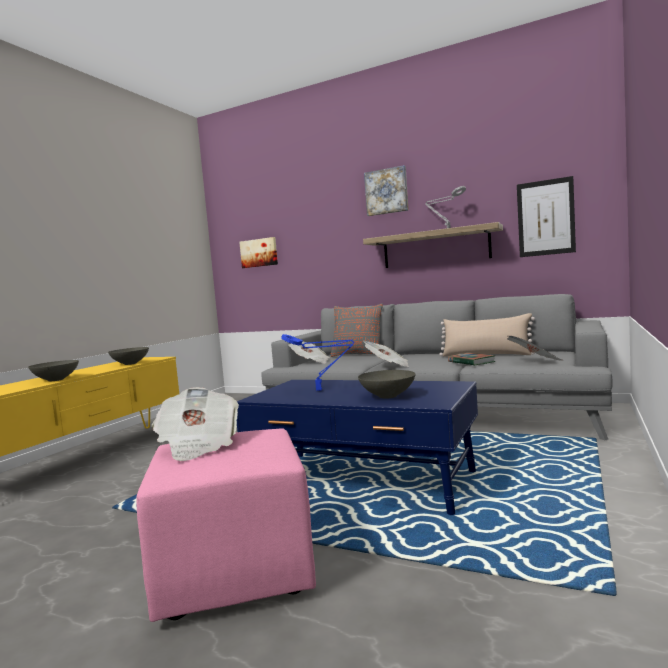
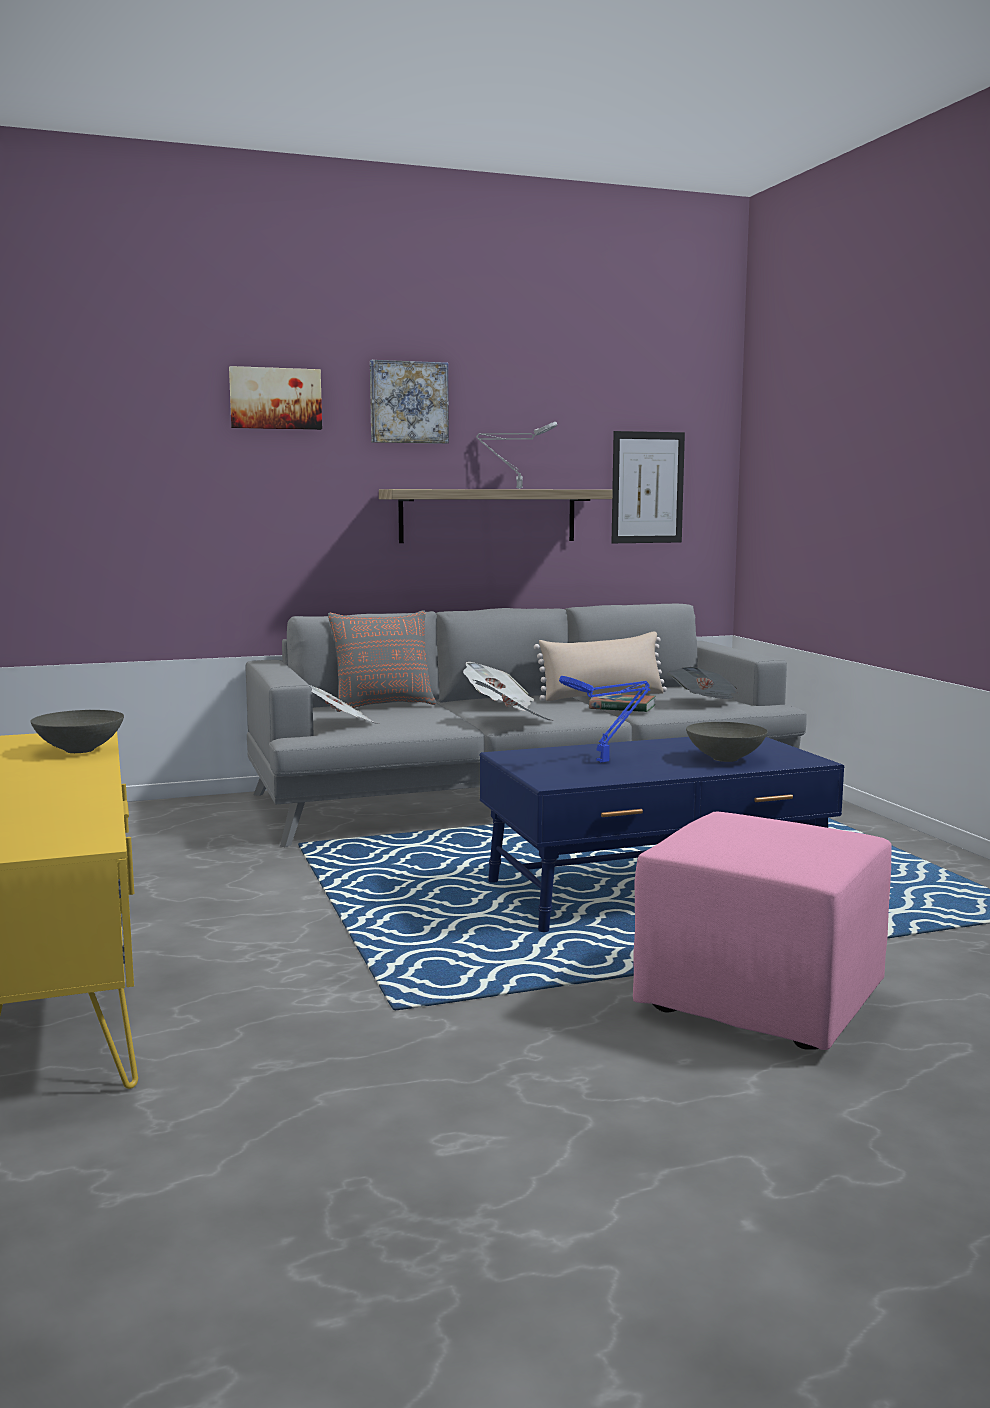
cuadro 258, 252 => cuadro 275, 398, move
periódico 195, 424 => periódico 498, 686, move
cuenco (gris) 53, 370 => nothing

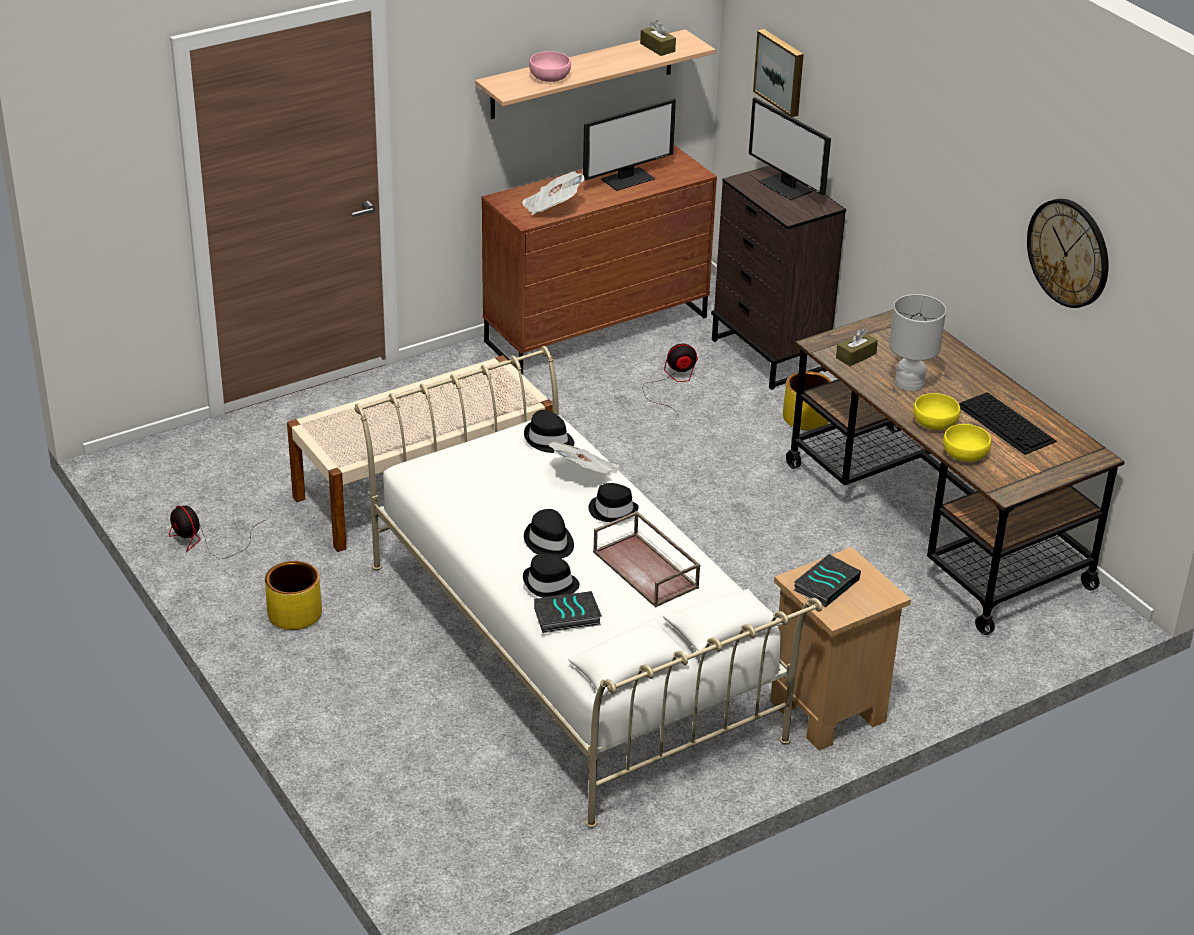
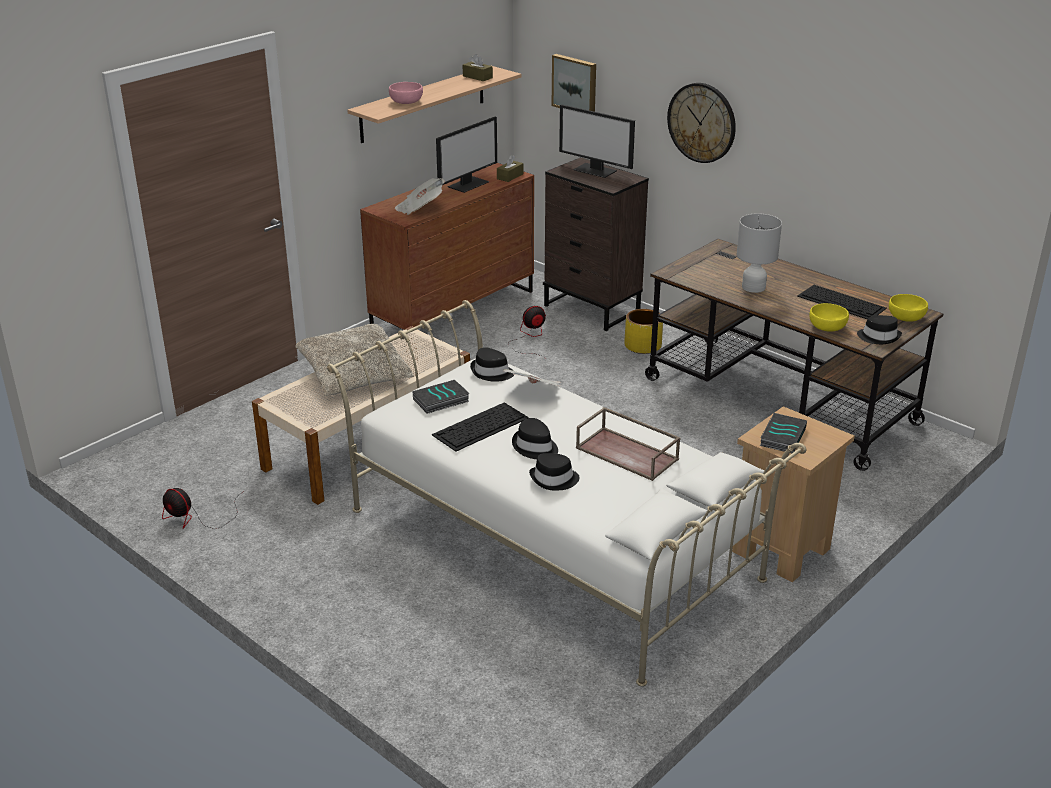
nothing => cojín (beis) 354, 360
libro 568, 612 => libro 441, 397, move
nothing => teclado 480, 427
caja de pañuelos (marrón) 857, 347 => caja de pañuelos (marrón) 510, 168, move
reloj de pared 1067, 253 => reloj de pared 701, 123, move
sombrero (negro) 613, 502 => sombrero (negro) 879, 329, move
cuenco (amarillo) 936, 411 => cuenco (amarillo) 908, 308, move
maceta (amarillo) 293, 595 => nothing

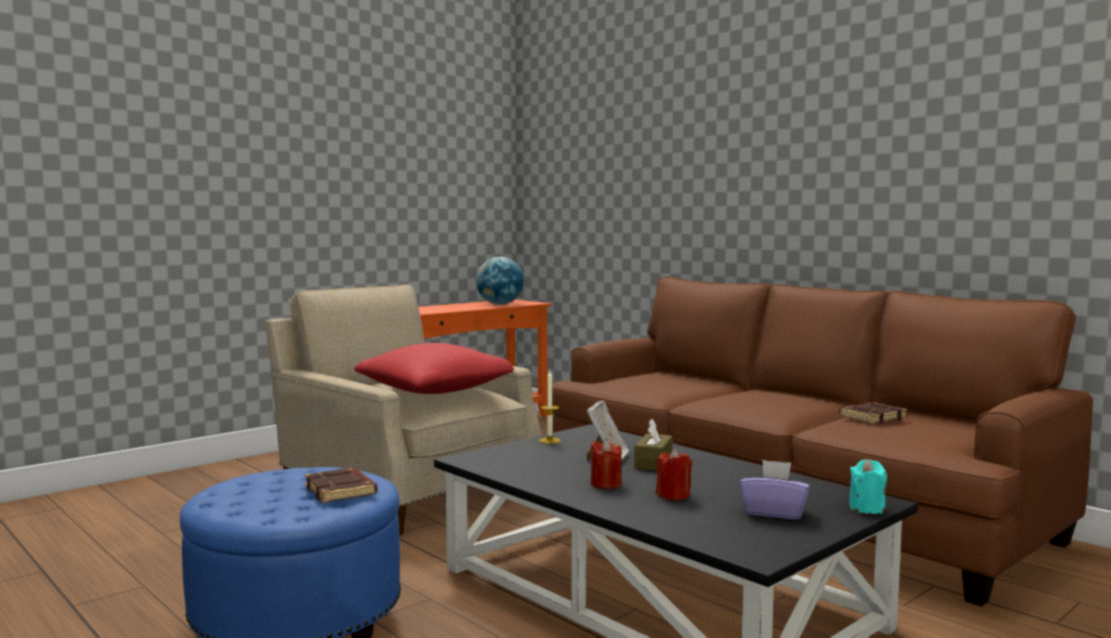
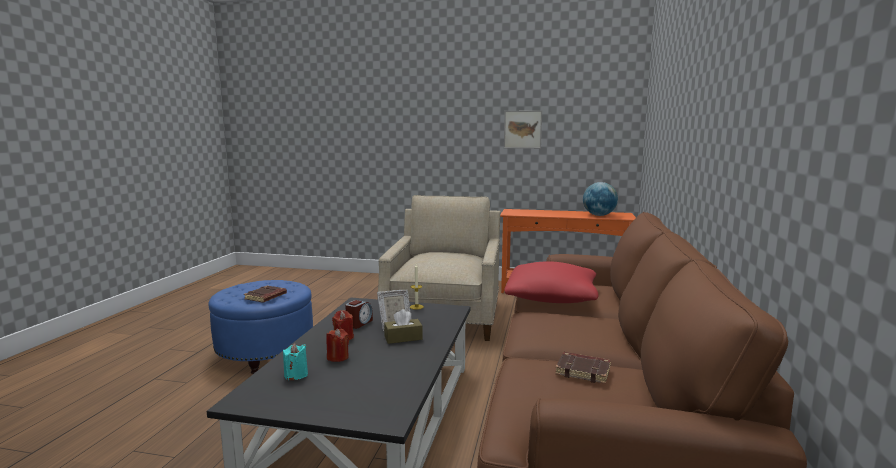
vela (turquesa) 868, 486 => vela (turquesa) 295, 361, move
nothing => despertador 359, 314
nothing => cuadro 523, 129
cojín (rojo) 434, 368 => cojín (rojo) 551, 282, move
caja de pañuelos (morado) 774, 490 => nothing

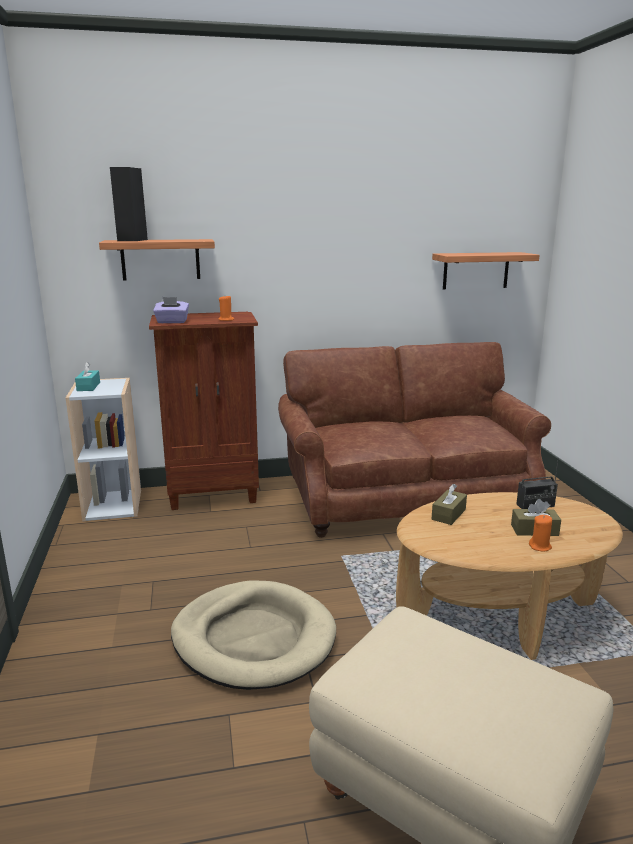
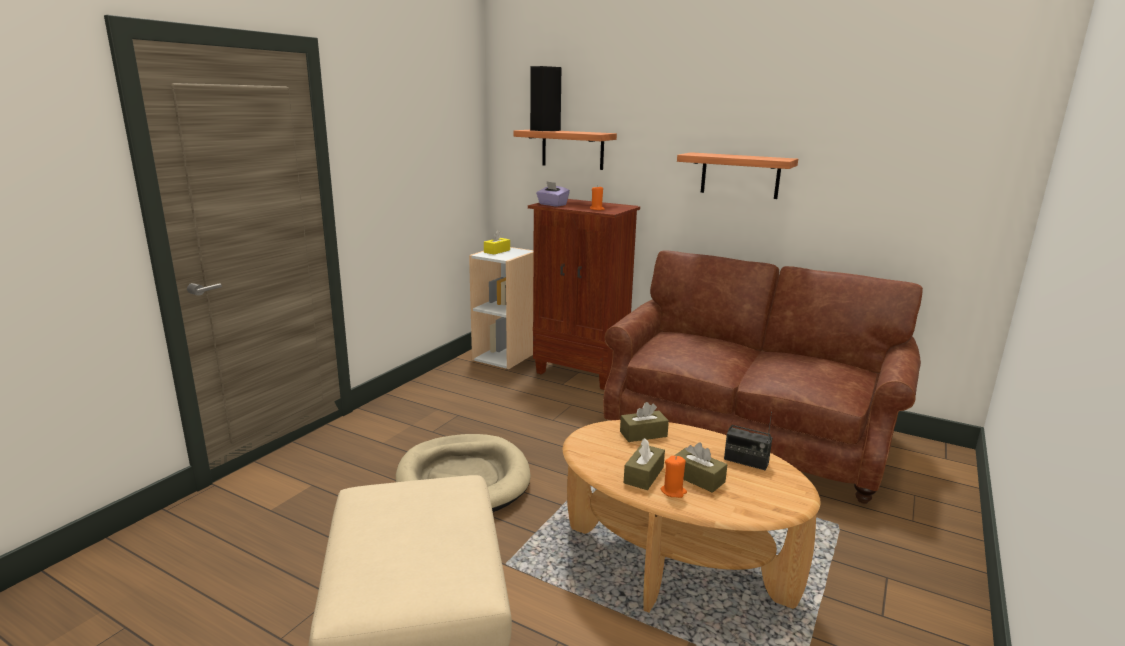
caja de pañuelos (turquesa) 87, 376 => caja de pañuelos (amarillo) 497, 242
nothing => caja de pañuelos (marrón) 644, 464
estante 486, 270 => estante 737, 175, move

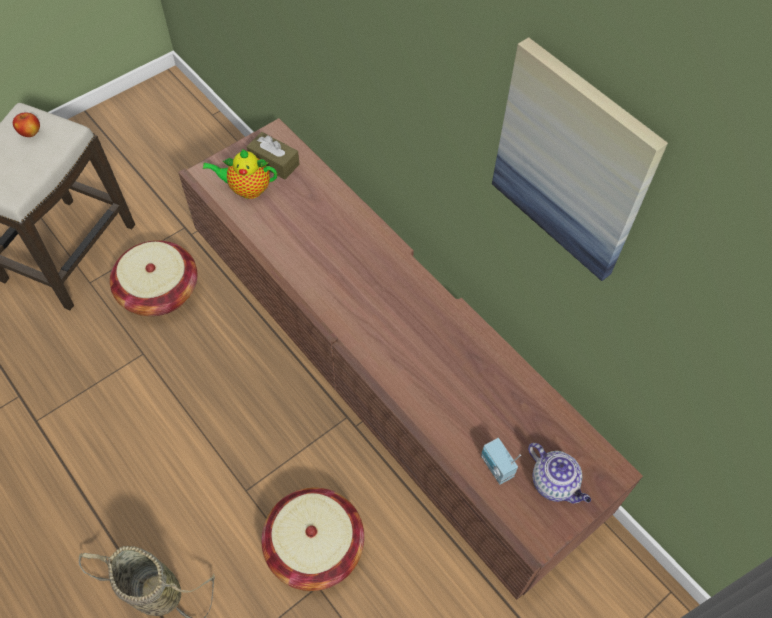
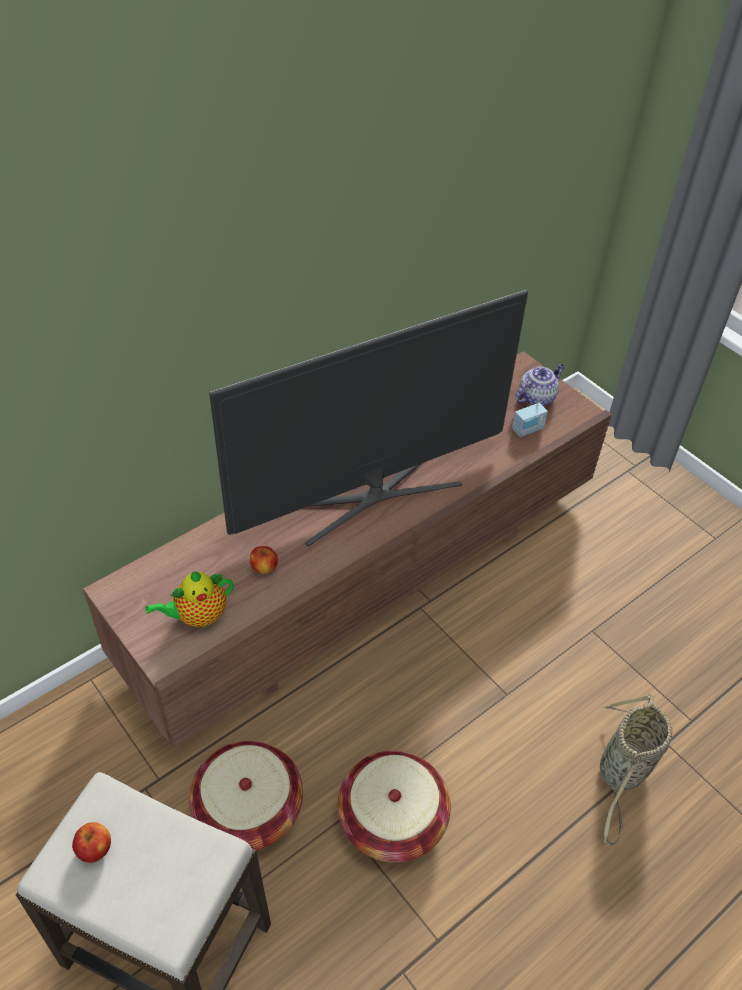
tetera 240, 174 => tetera 189, 599, 60 degrees clockwise
nothing => televisor 368, 418
nothing => manzana 264, 560
cesta 312, 539 => cesta 394, 807, move
caja de pañuelos (marrón) 273, 156 => nothing
cuadro 580, 159 => nothing

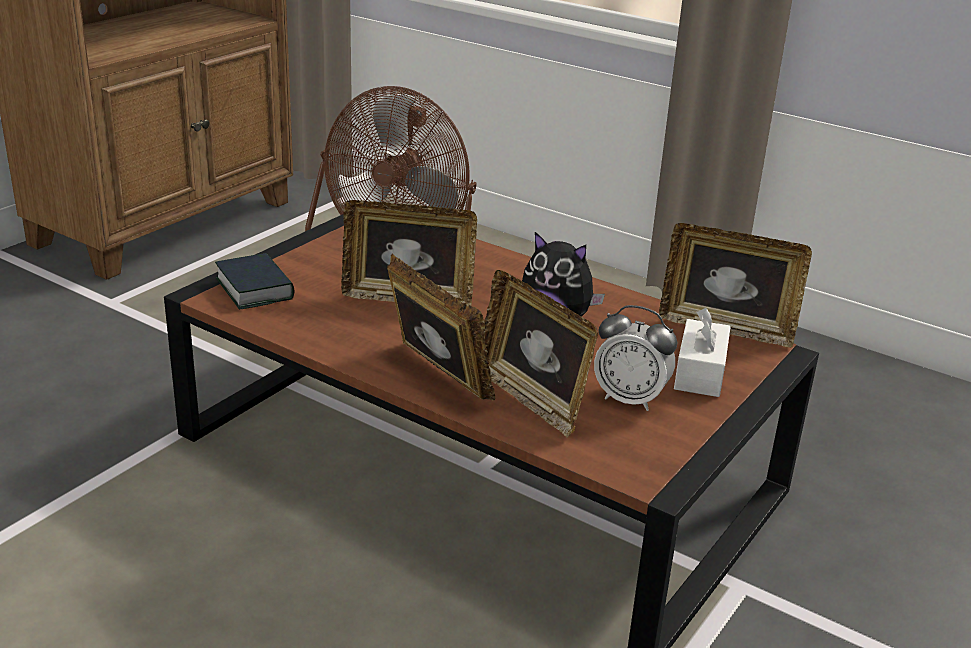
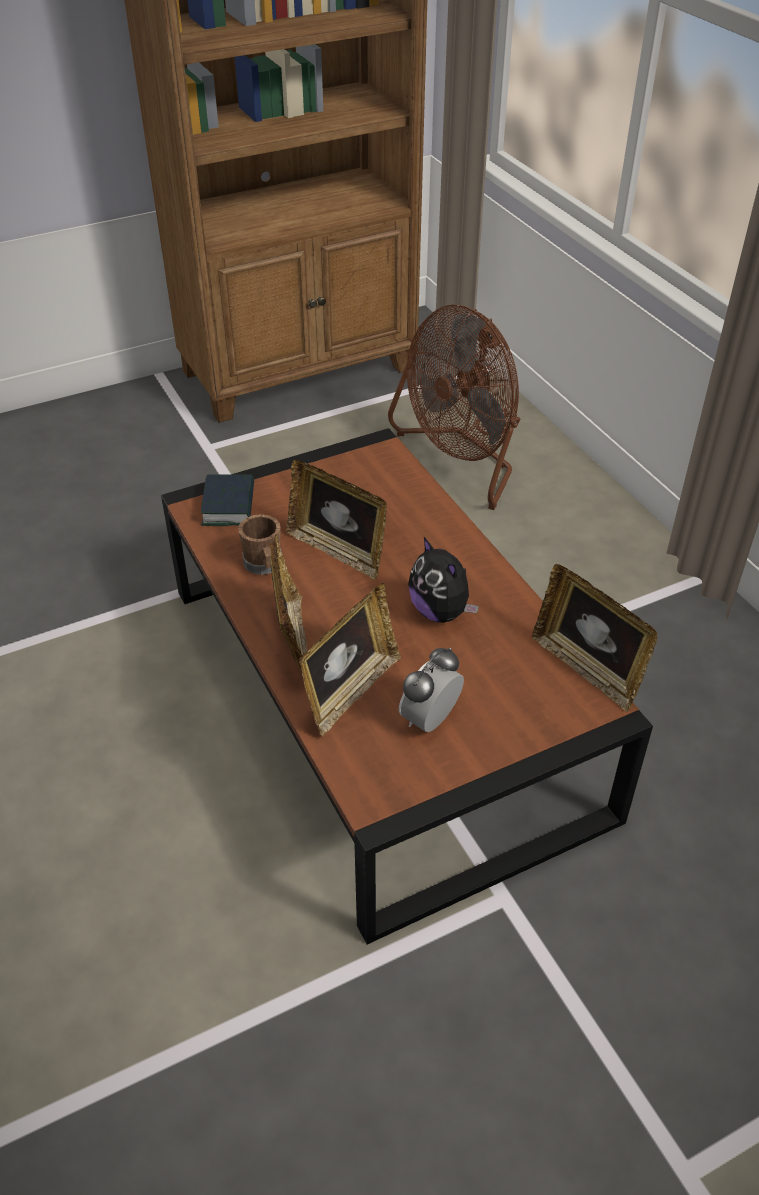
nothing => taza grande (marrón) 260, 544
portarretratos 541, 354 => portarretratos 350, 659, 135 degrees counterclockwise
despertador 635, 358 => despertador 431, 690, 75 degrees clockwise
caja de pañuelos (blanco) 702, 352 => nothing

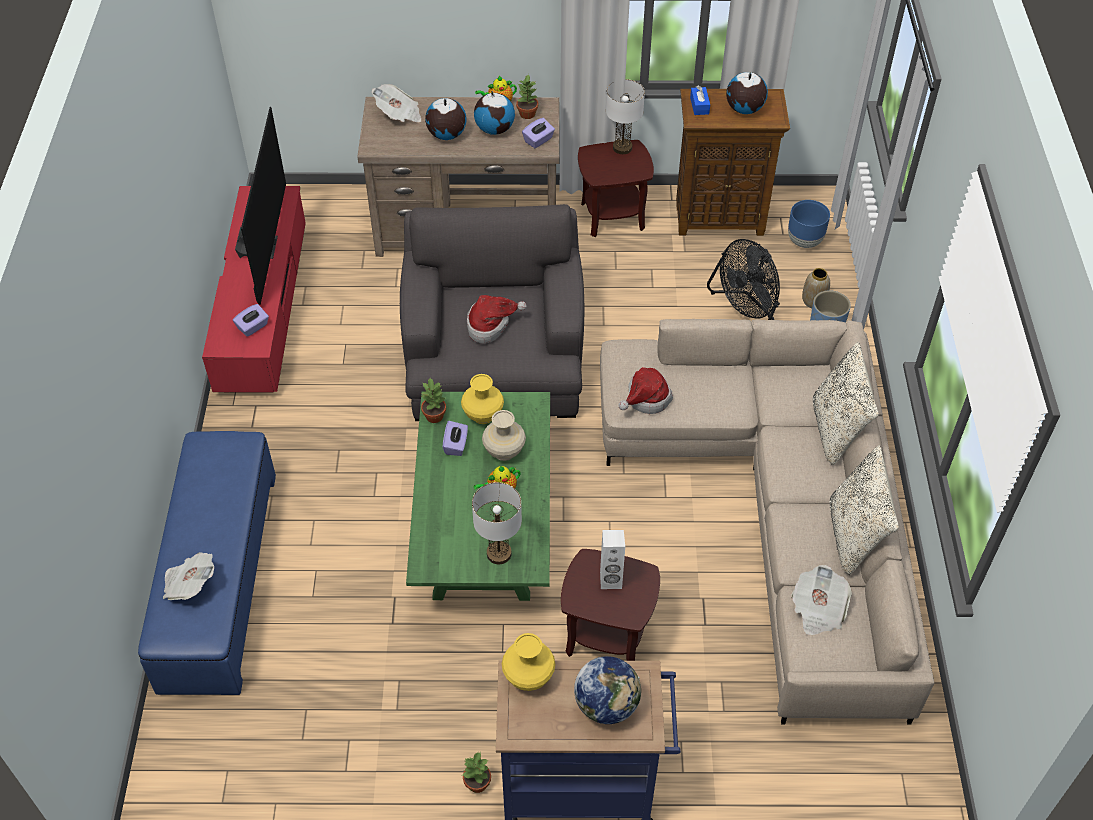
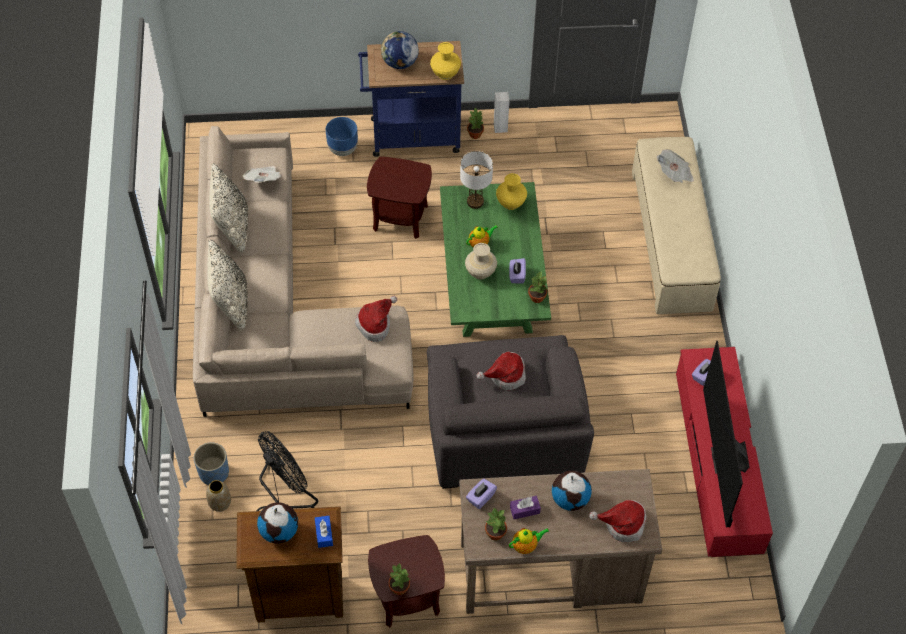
maceta (azul) 809, 224 => maceta (azul) 342, 136, move
lámpara de mesa 625, 116 => planta en maceta 399, 579
altavoz (blanco) 612, 559 => altavoz (blanco) 501, 112, move
florero (amarillo) 482, 399 => florero (amarillo) 511, 191, move
globo terráqueo 494, 113 => caja de pañuelos (morado) 525, 507
periódico 396, 103 => sombrero 617, 521
banco (azul) 207, 563 => banco (beis) 676, 225

